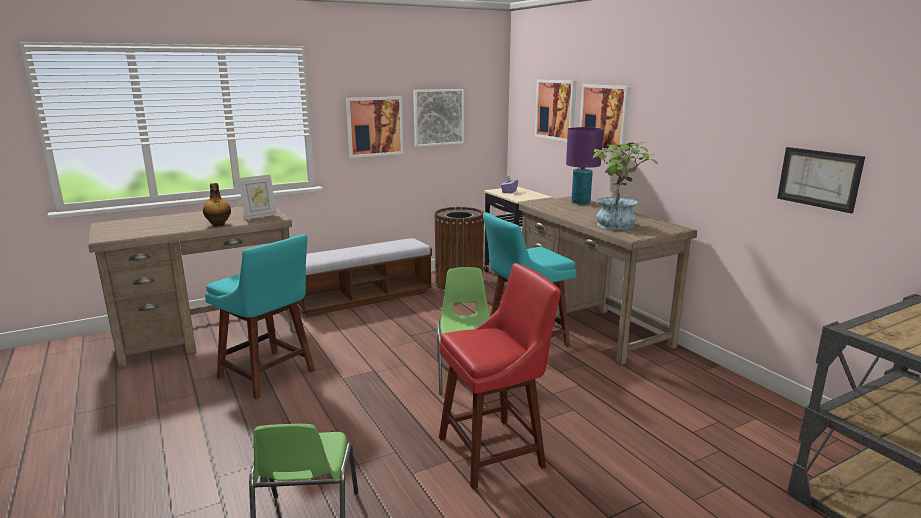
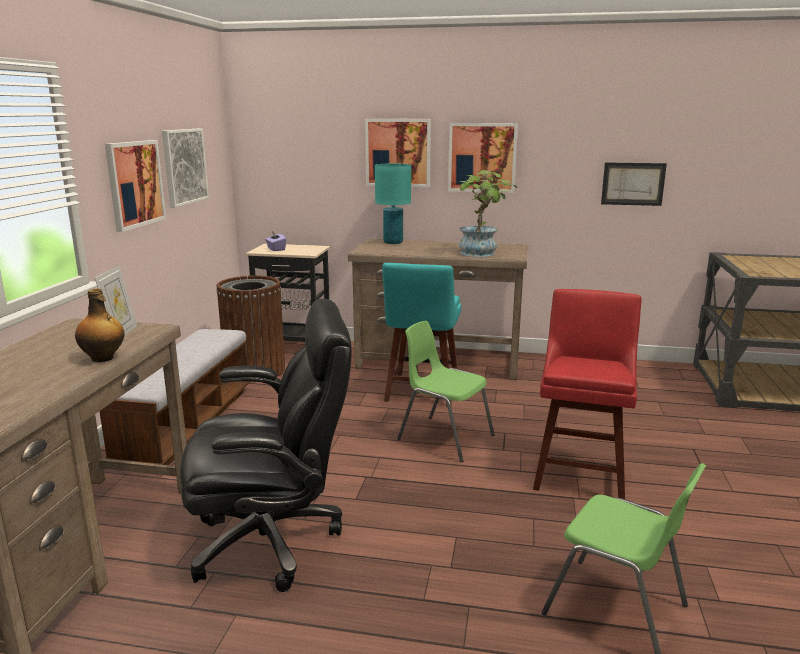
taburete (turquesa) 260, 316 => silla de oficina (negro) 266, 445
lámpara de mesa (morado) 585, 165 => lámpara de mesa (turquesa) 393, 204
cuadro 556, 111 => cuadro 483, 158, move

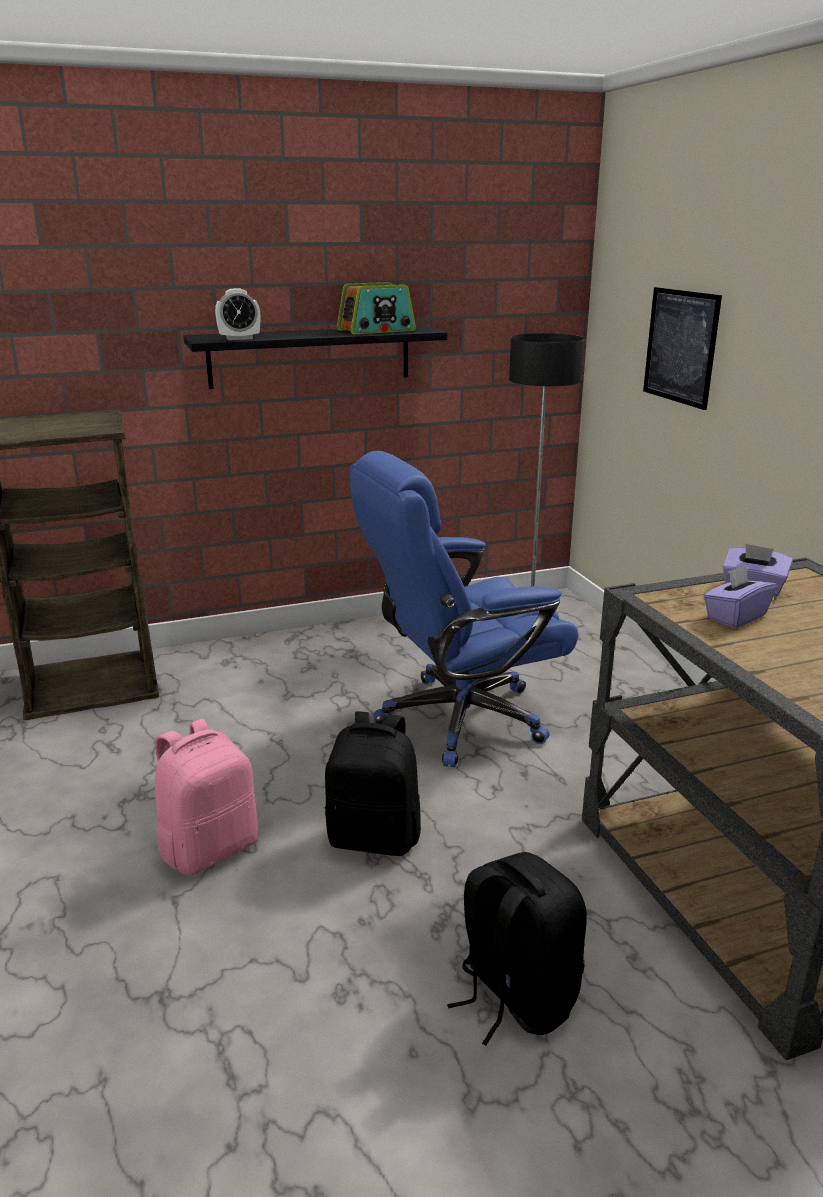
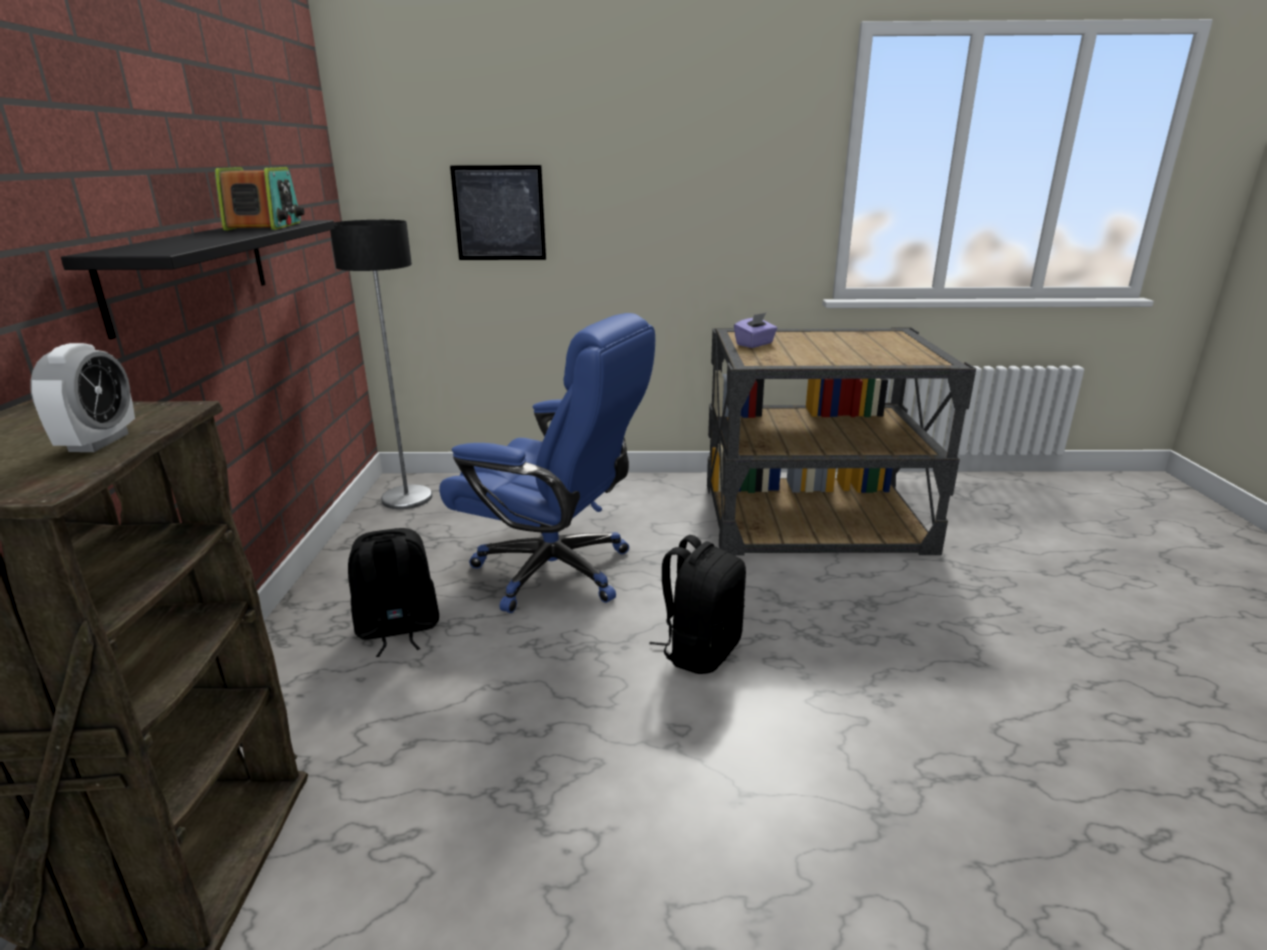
despertador 237, 314 => despertador 82, 397, move
mochila (negro) 517, 949 => mochila (negro) 393, 592, move
silla de oficina (azul) 464, 609 => silla de oficina (azul) 547, 463, 60 degrees counterclockwise
mochila (rosa) 206, 797 => nothing
caja de pañuelos (morado) 740, 596 => nothing

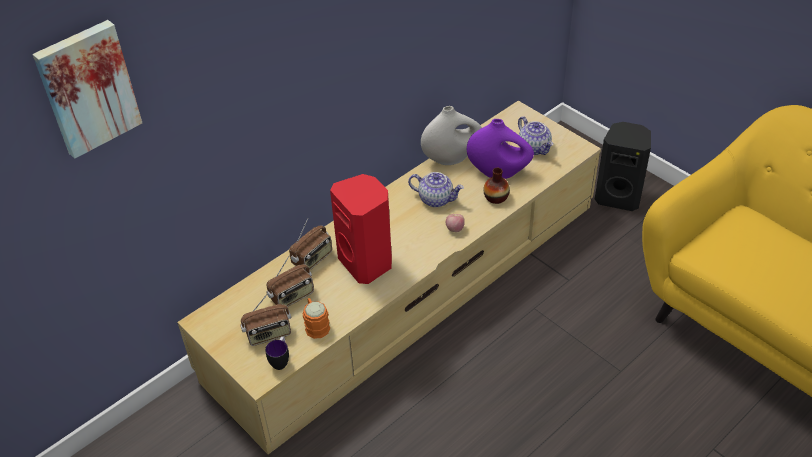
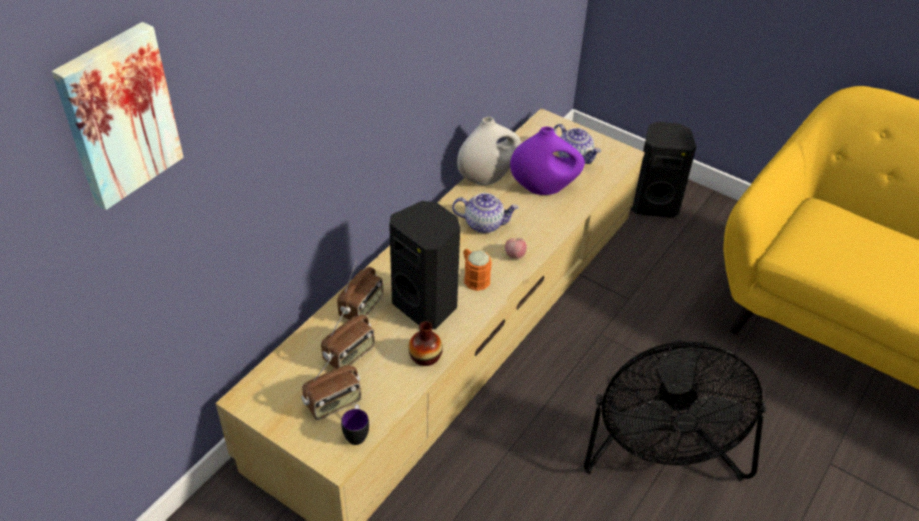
altavoz (rojo) 361, 229 => altavoz (negro) 424, 265
florero 496, 186 => florero 425, 343, move
taza grande (naranja) 316, 318 => taza grande (naranja) 477, 270, move
nothing => ventilador (negro) 675, 410

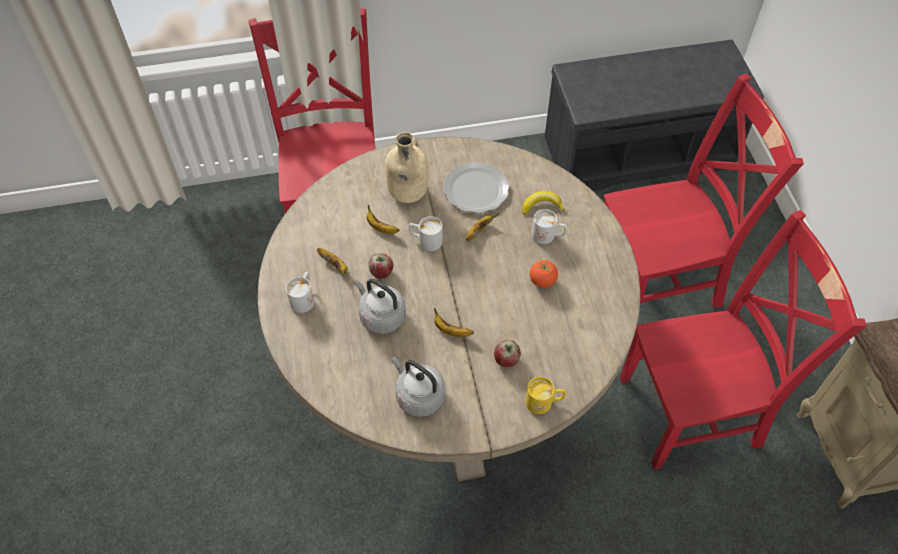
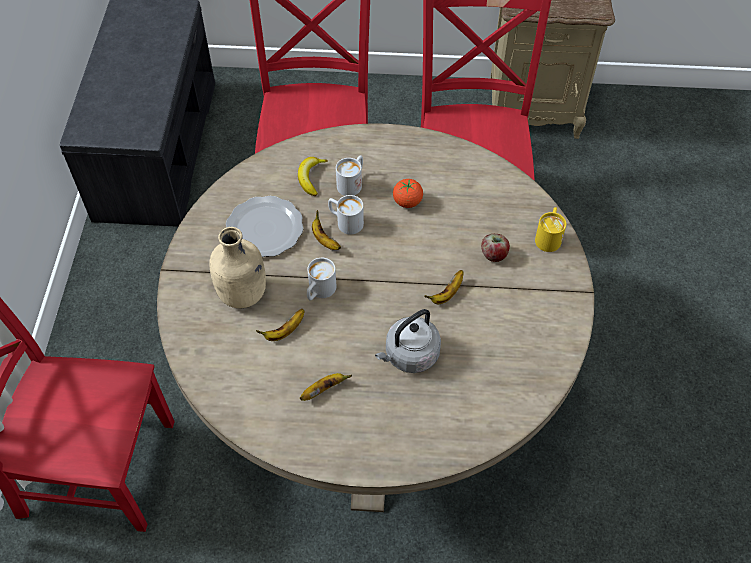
taza grande (blanco) 300, 292 => taza grande (blanco) 346, 214, move
manzana 380, 266 => nothing
hervidor (gris) 418, 387 => nothing

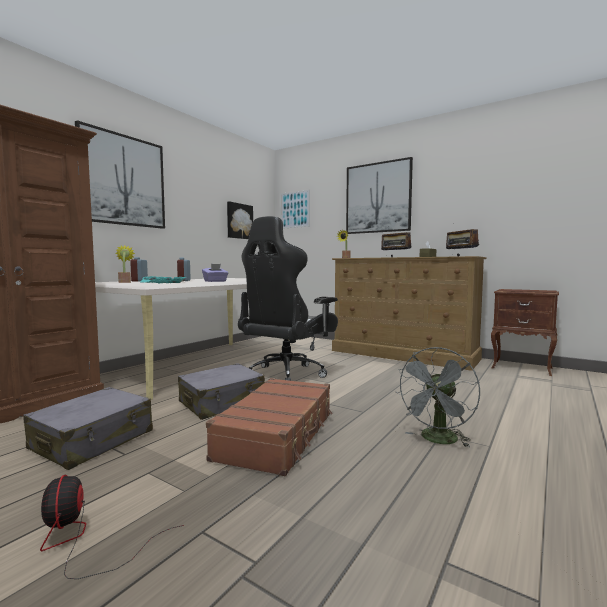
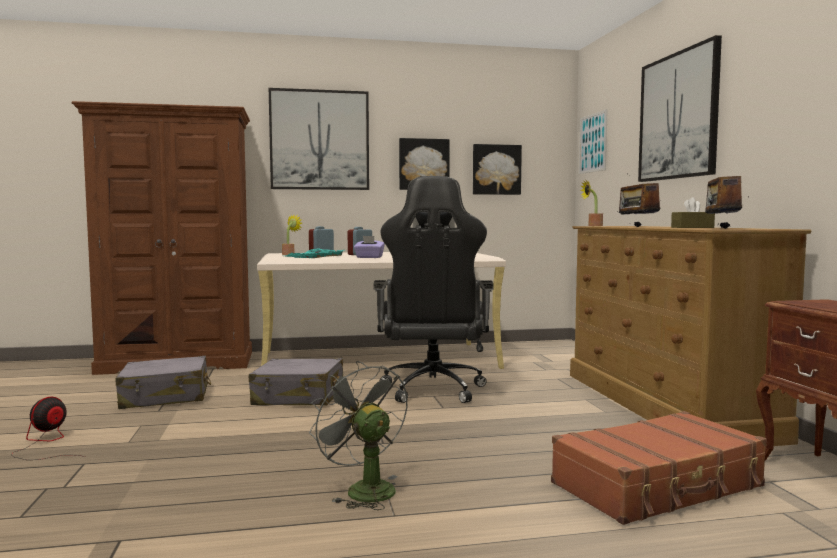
ventilador (gris) 437, 397 => ventilador (gris) 358, 435, 60 degrees clockwise
silla de oficina (negro) 288, 298 => silla de oficina (negro) 433, 289, 75 degrees counterclockwise
nothing => cuadro 424, 164
maleta (marrón) 269, 427 => maleta (marrón) 659, 468, move

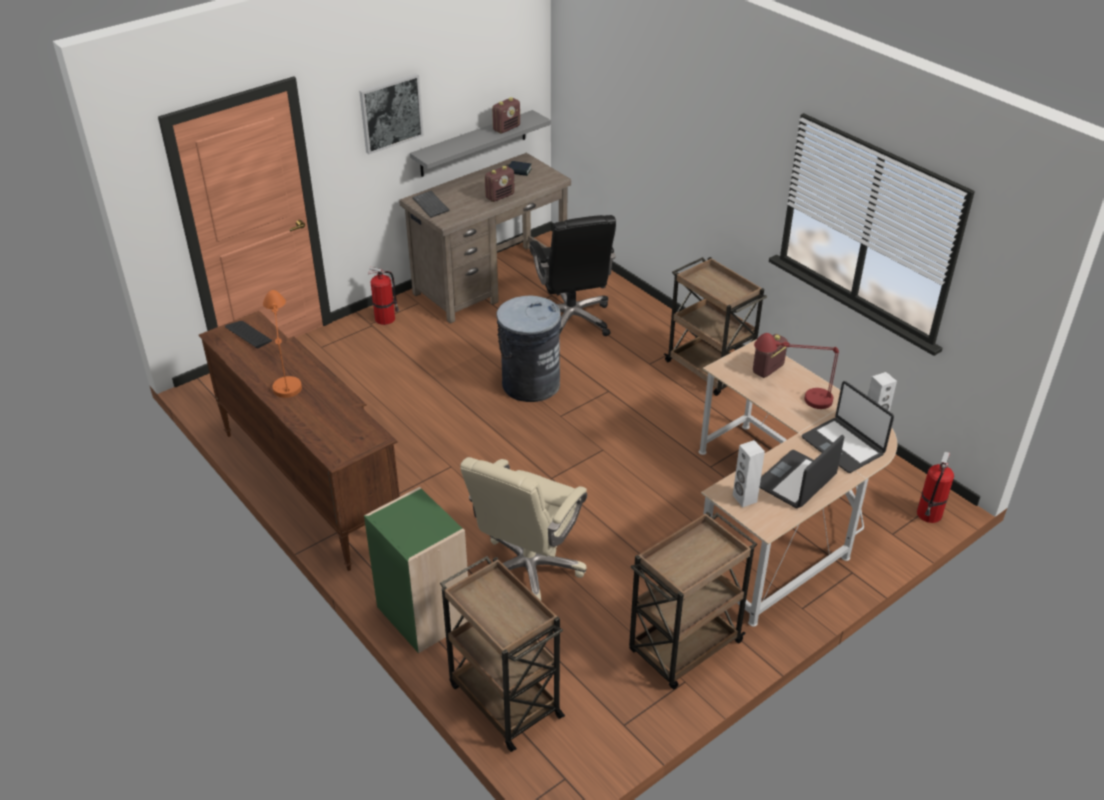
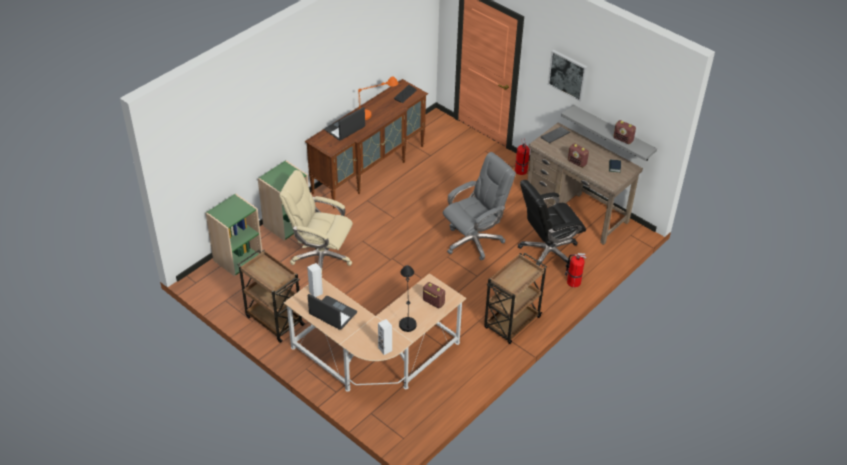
carrito (marrón) 502, 654 => estantería (verde) 233, 234
portátil 848, 427 => portátil 344, 124, move
lámpara de mesa (rojo) 796, 371 => lámpara de mesa (negro) 407, 298
papelera (gris) 528, 349 => silla de oficina (gris) 479, 206
extintor 935, 487 => extintor 575, 270, move

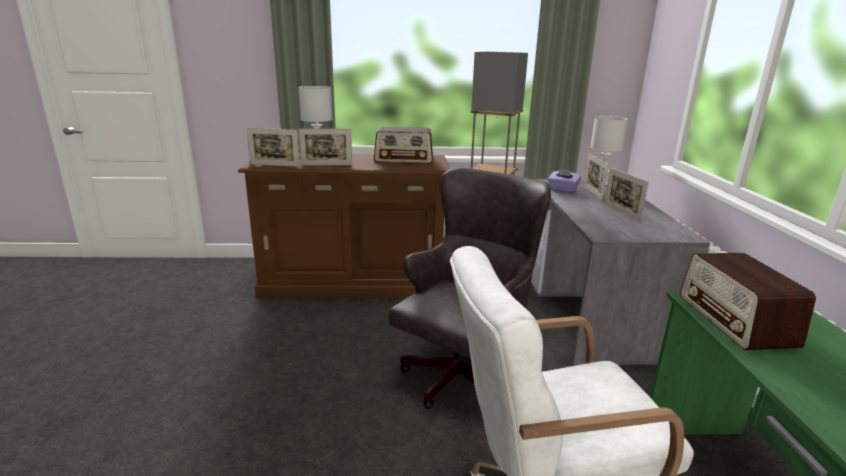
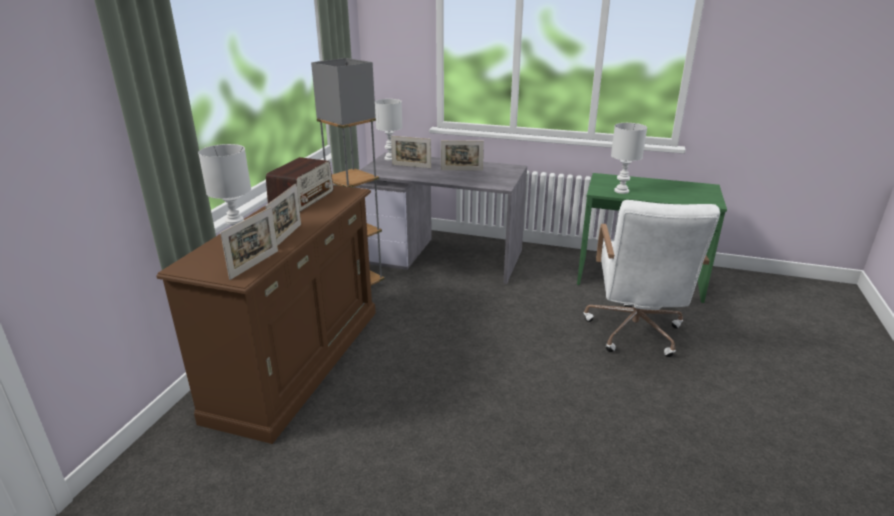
radio 748, 301 => lámpara de mesa (blanco) 629, 158
silla de oficina (gris) 470, 288 => nothing
caja de pañuelos (morado) 564, 180 => nothing

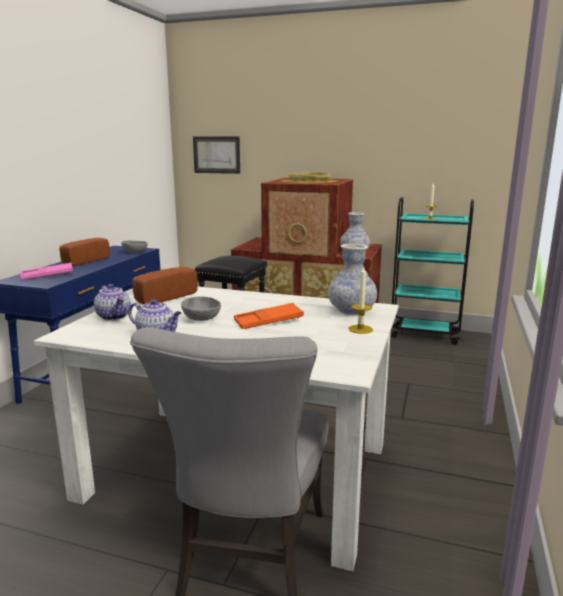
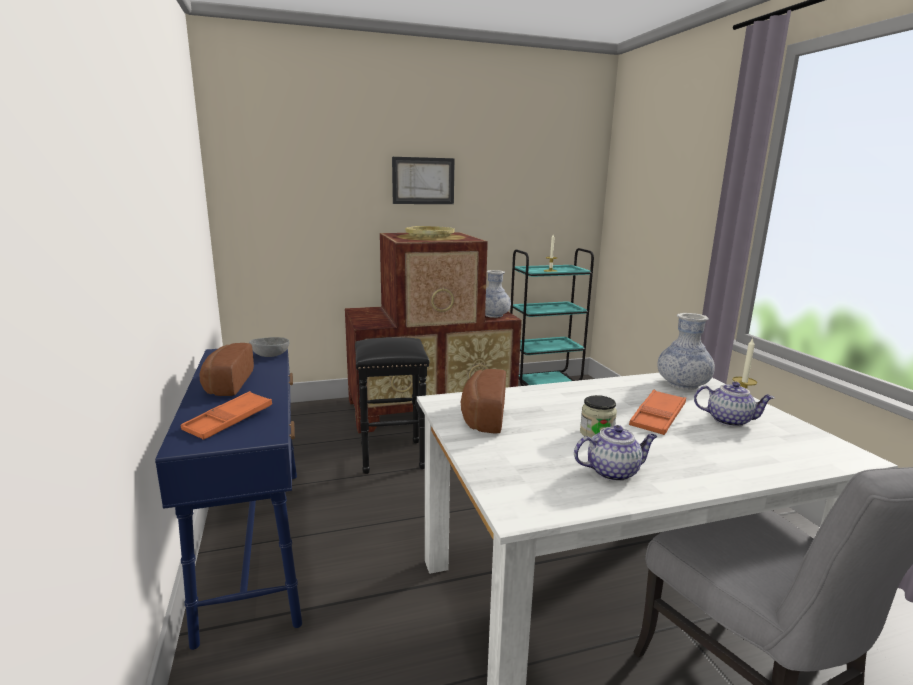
bandeja (rosa) 46, 271 => bandeja (naranja) 226, 415
cuadro 216, 155 => cuadro 423, 180, move
cuenco (gris) 201, 308 => tarro 598, 416
tetera 112, 302 => tetera 734, 404, move

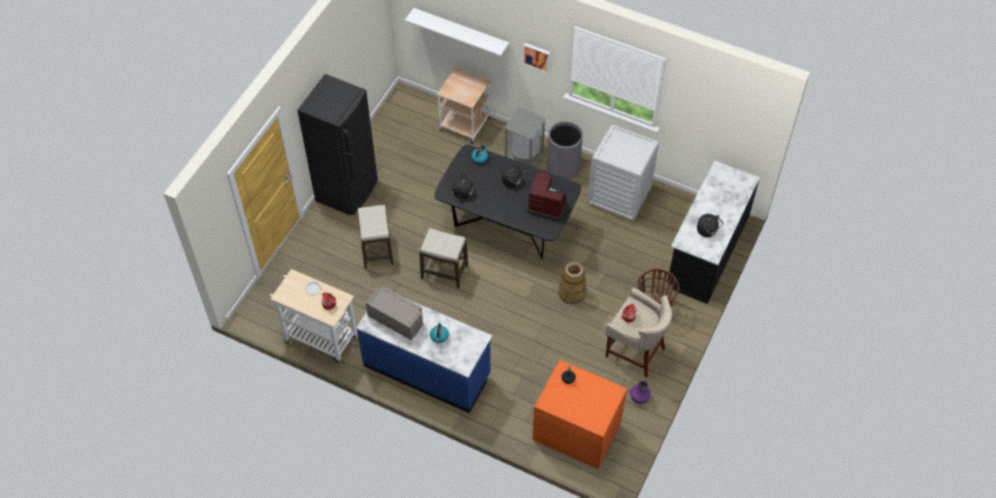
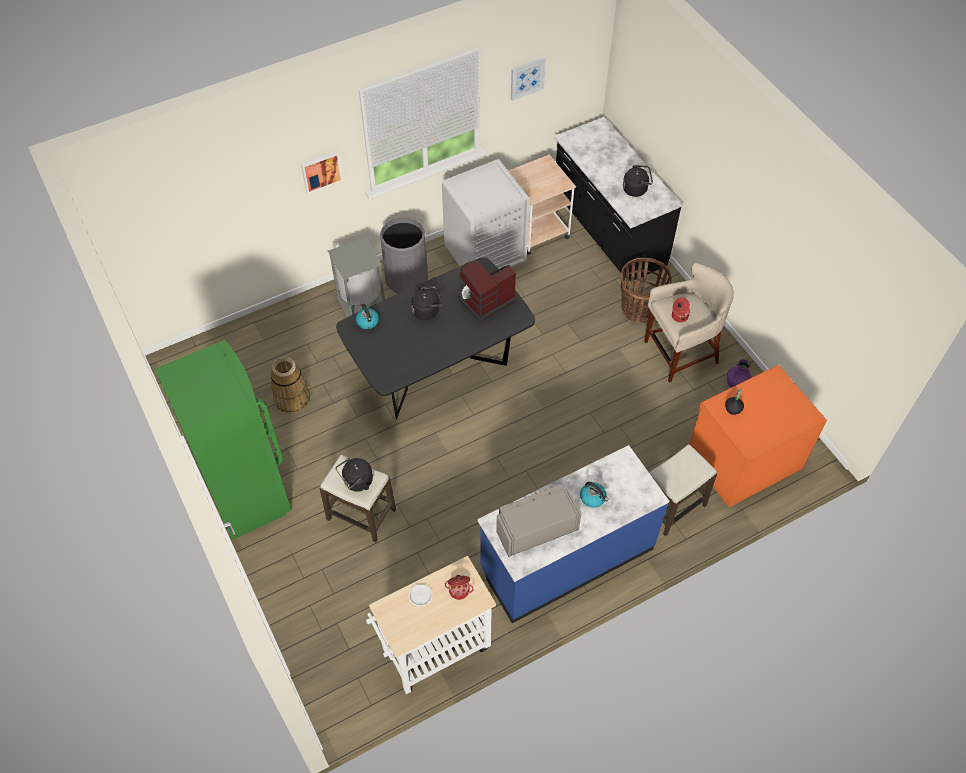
nevera (negro) 337, 144 => nevera (verde) 223, 440
cesta 572, 283 => cesta 290, 385, move
hervidor (negro) 462, 186 => hervidor (negro) 354, 475, move
carrito (beis) 464, 105 => carrito (beis) 542, 204, move
nothing => cuadro 528, 79
taburete 443, 258 => taburete 683, 490, move
estante (blanco) 457, 32 => nothing

